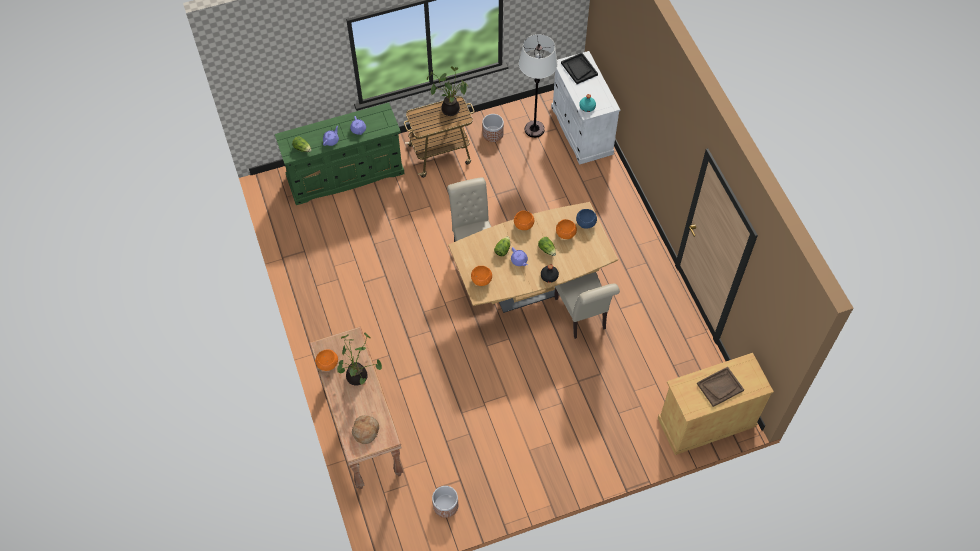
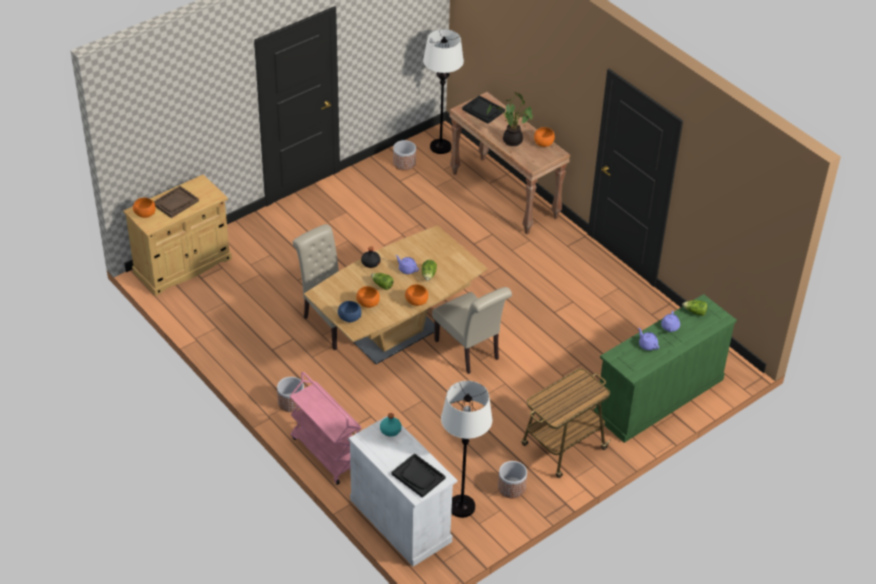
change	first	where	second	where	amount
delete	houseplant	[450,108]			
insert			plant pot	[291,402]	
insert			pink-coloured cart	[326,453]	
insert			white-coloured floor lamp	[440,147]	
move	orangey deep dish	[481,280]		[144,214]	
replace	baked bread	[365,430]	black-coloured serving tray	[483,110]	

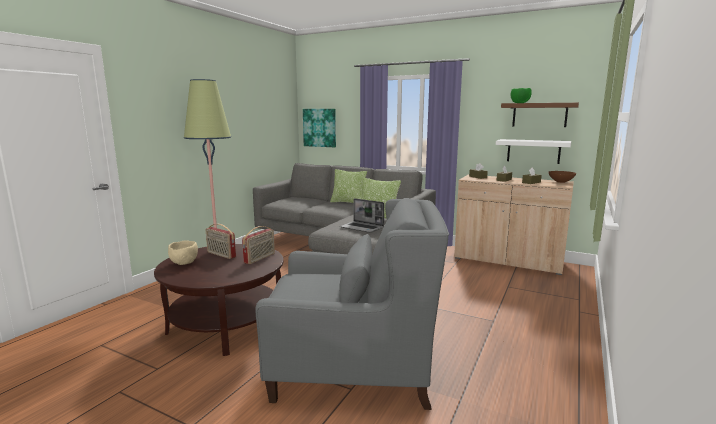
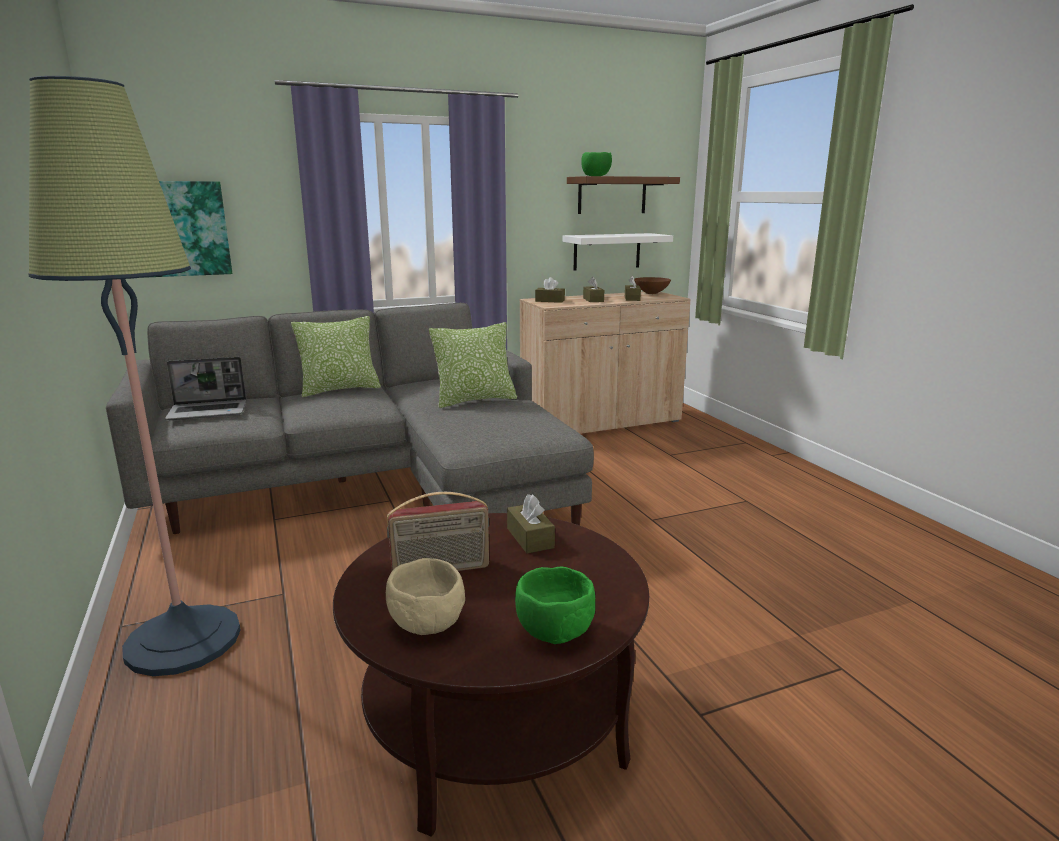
change	first	where	second	where	amount
delete	greyish lounge chair	[353,366]			
insert			green-coloured deep dish	[554,634]	
move	laptop	[362,228]		[209,411]	
replace	radio	[260,258]	brownish tissue holder	[530,538]	

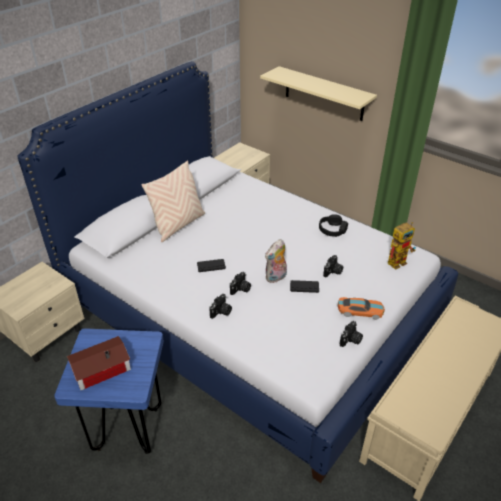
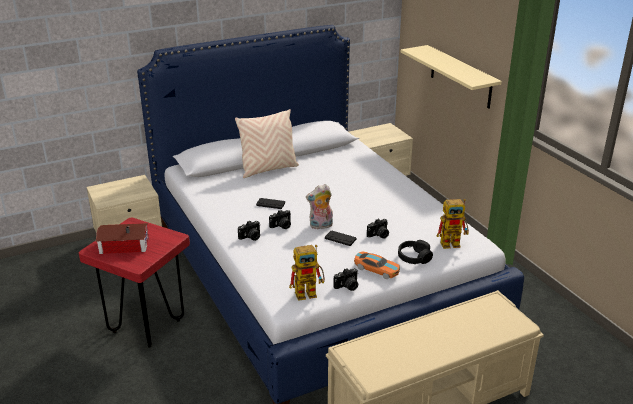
change	first	where	second	where	amount
insert			model robot	[310,292]	
move	black-coloured pair of headphones	[332,230]		[414,257]	
recolor	bluish stool	[128,429]	red-coloured stool	[146,326]	

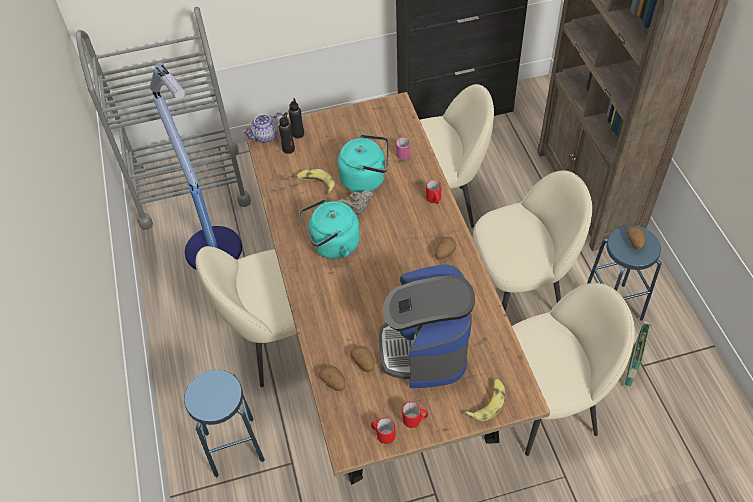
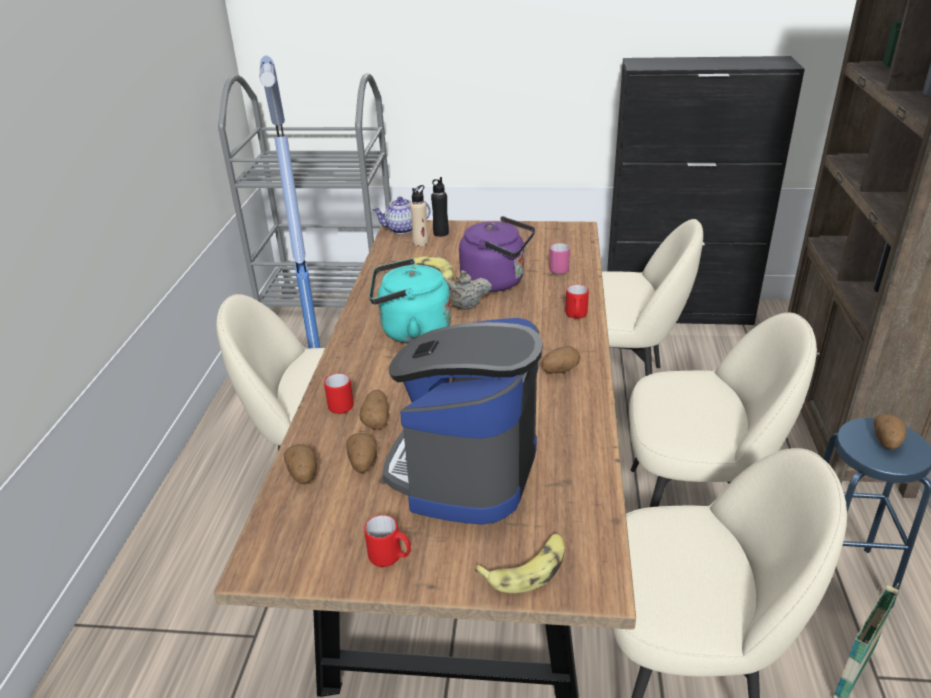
change	first	where	second	where	amount
delete	bluish stool	[234,446]			
insert			potato	[376,420]	
move	red-coloured coffee mug	[383,434]		[338,405]	
recolor	black-coloured bottle	[288,149]	sand-coloured bottle	[420,242]	
recolor	blue-green tea kettle	[366,178]	purple tea kettle	[497,281]	

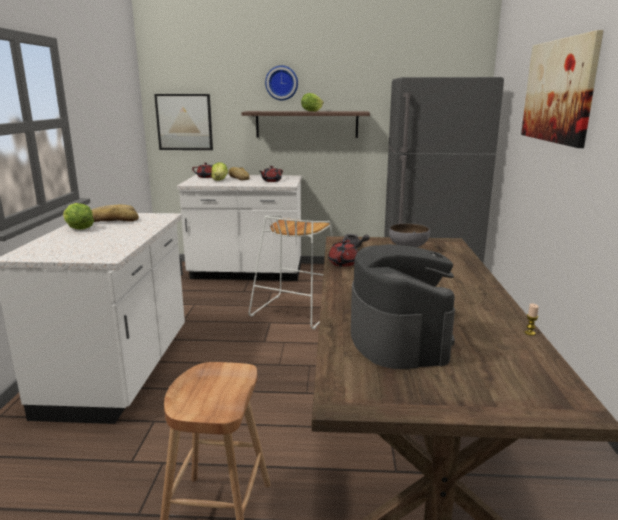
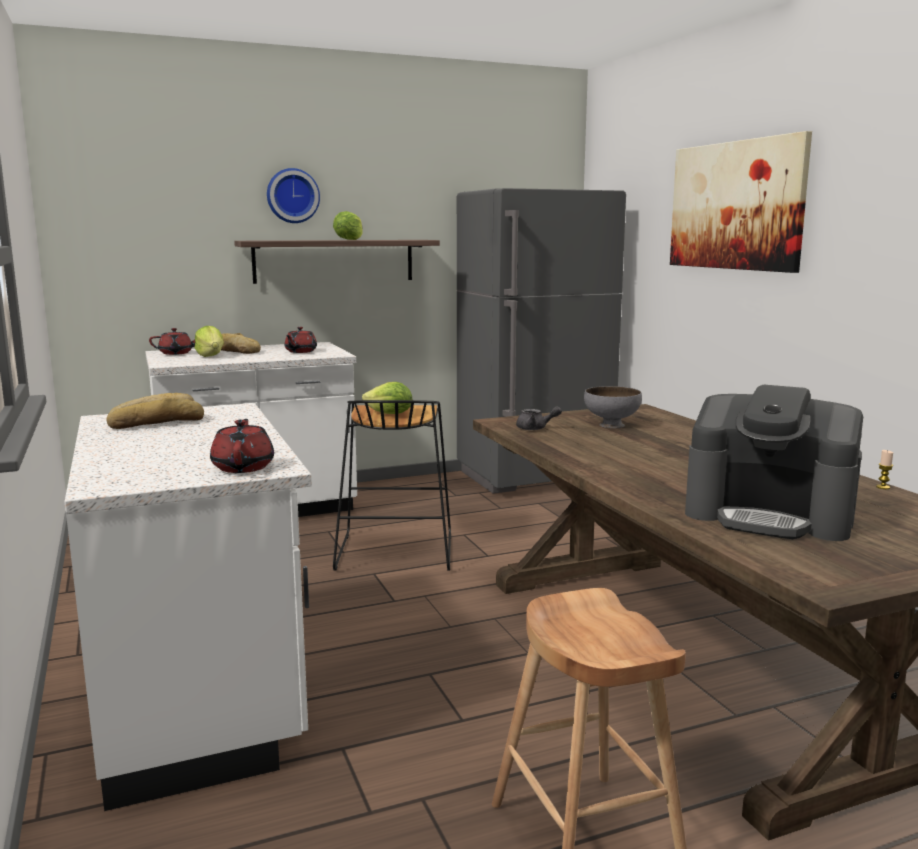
change	first	where	second	where	amount
delete	wall art	[184,122]			
move	lettuce	[78,229]		[390,414]	
move	red-coloured pot for tea	[343,263]		[243,467]	
recolor	white-coloured stool	[294,310]	black-coloured stool	[394,551]	
rotate	coffee brewer	[398,338]		[769,515]	150 degrees clockwise

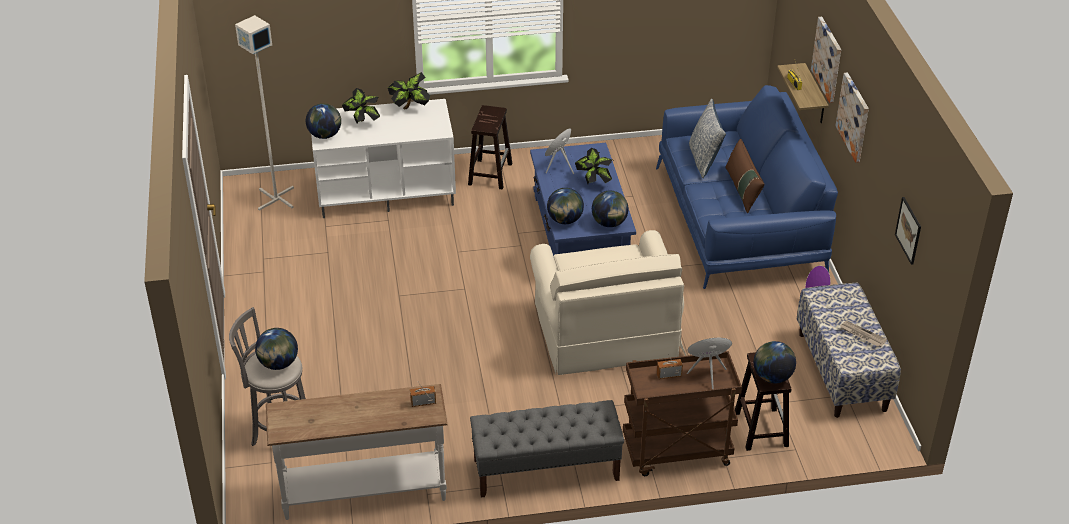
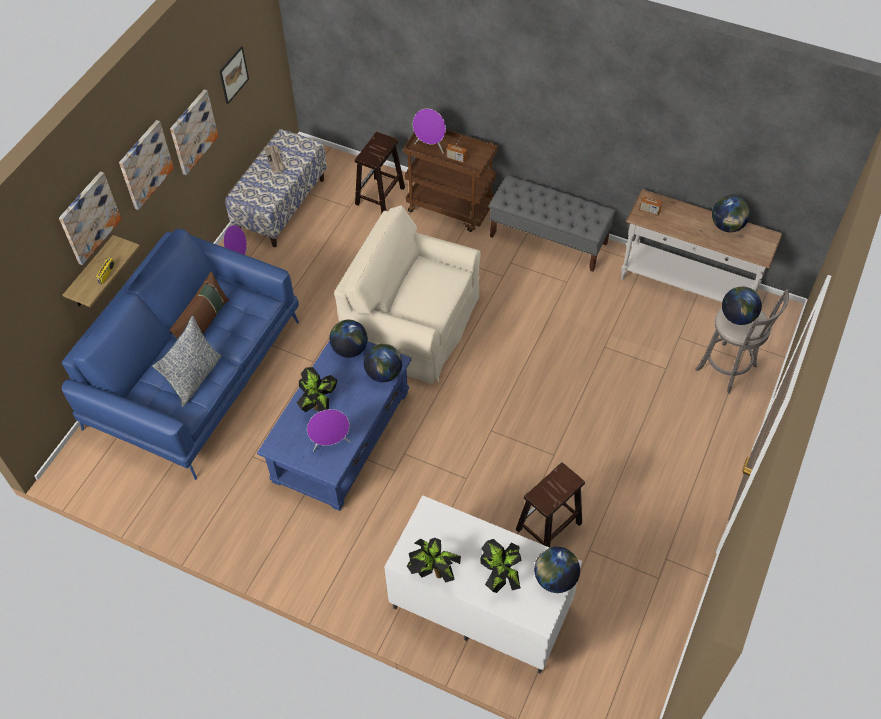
change	first	where	second	where	amount
delete	greyish floor lamp	[275,198]			
insert			wall art	[192,131]	
move	brownish stool	[490,173]		[548,527]	
move	world globe	[772,377]		[727,226]	
rotate	sand-coloured lounge chair	[606,331]		[411,324]	90 degrees counterclockwise

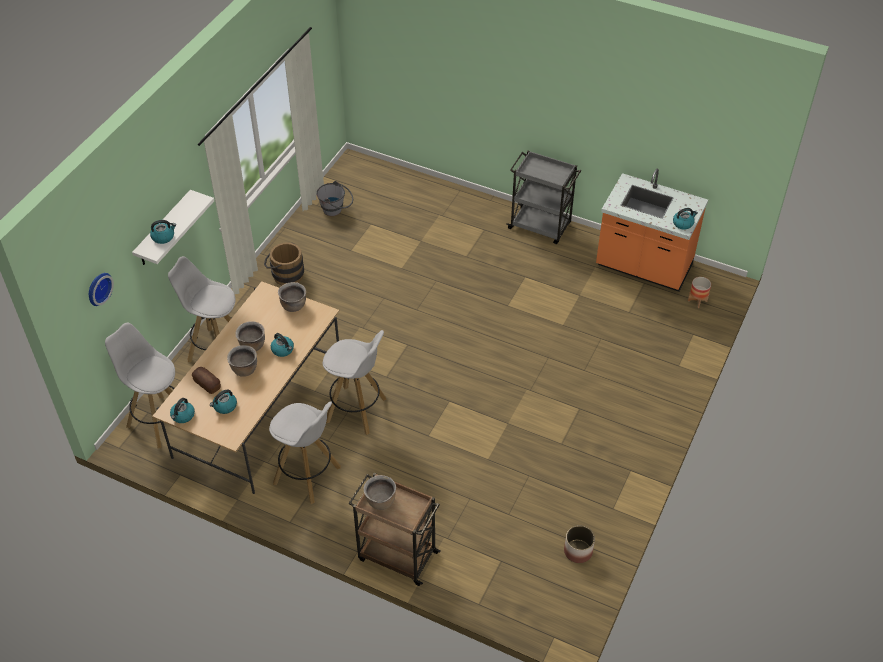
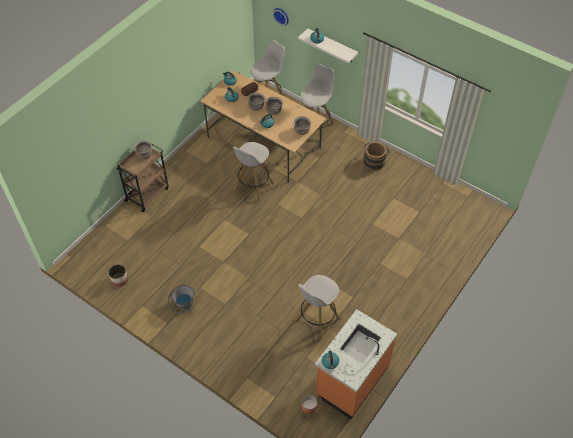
change	first	where	second	where	amount
delete	greyish cart	[540,226]			
move	white-coloured stool	[308,476]		[316,320]	
move	greyish pail	[336,210]		[183,306]	

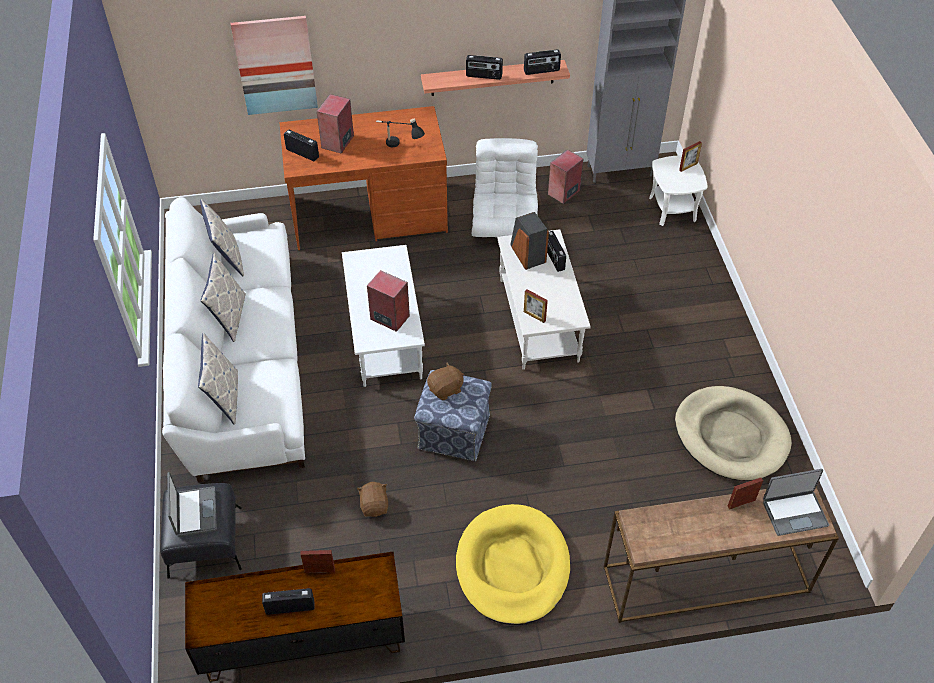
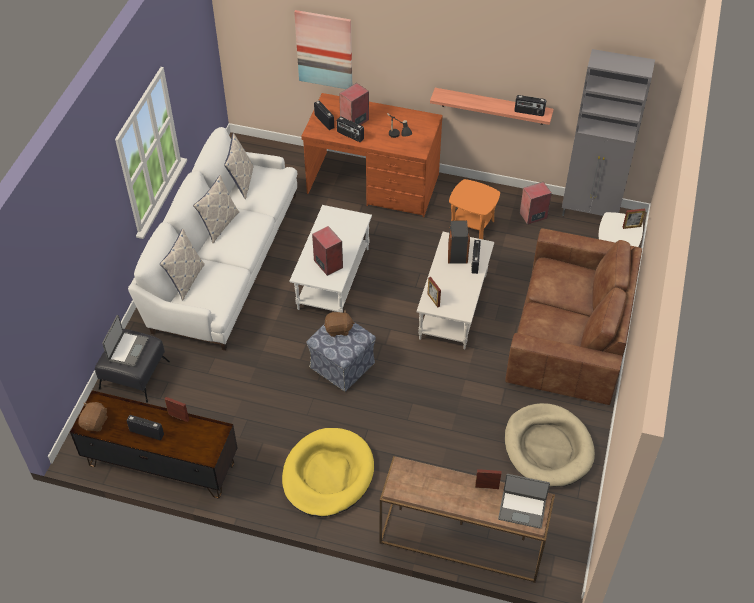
change	first	where	second	where	amount
insert			brownish couch	[570,334]	
move	brownish plush toy	[374,506]		[95,422]	
move	radio	[484,76]		[350,136]	
replace	white-coloured lounge chair	[505,223]	orangey accent table	[472,224]	

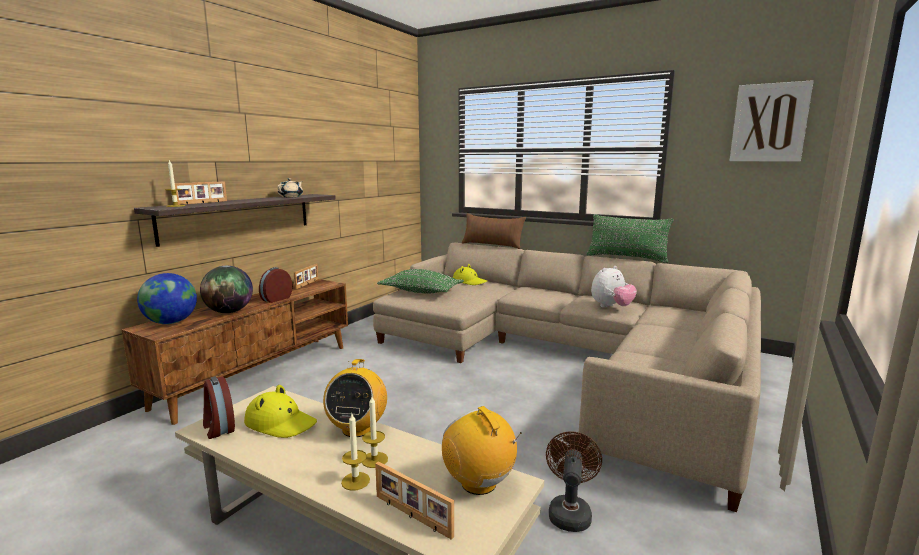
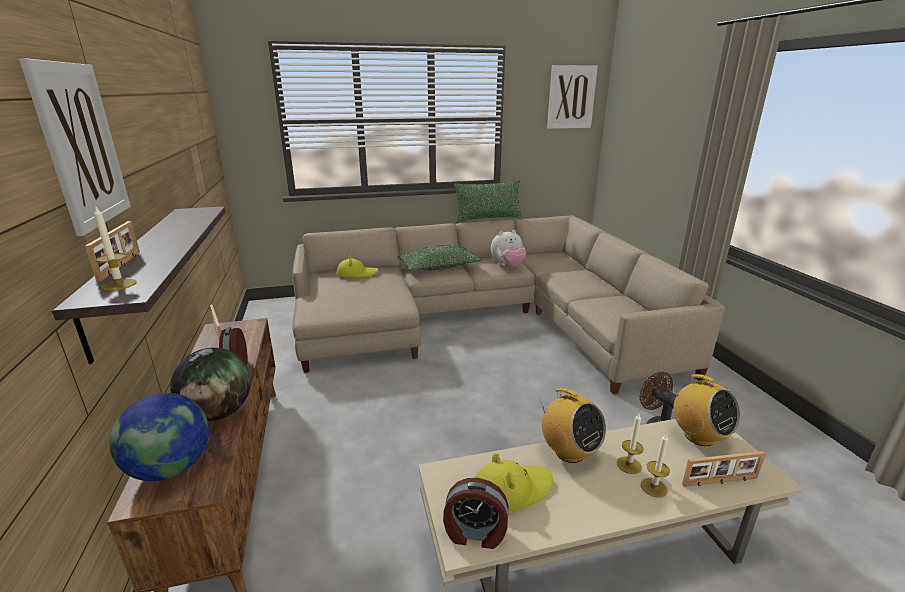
change	first	where	second	where	amount
delete	sand-coloured pot for tea	[291,197]			
delete	brownish cushion	[492,245]			
insert			wall art	[81,146]	
move	green-coloured cushion	[421,291]		[439,267]	
rotate	radio	[479,483]		[698,436]	135 degrees counterclockwise
rotate	plush toy	[611,307]		[508,265]	60 degrees clockwise

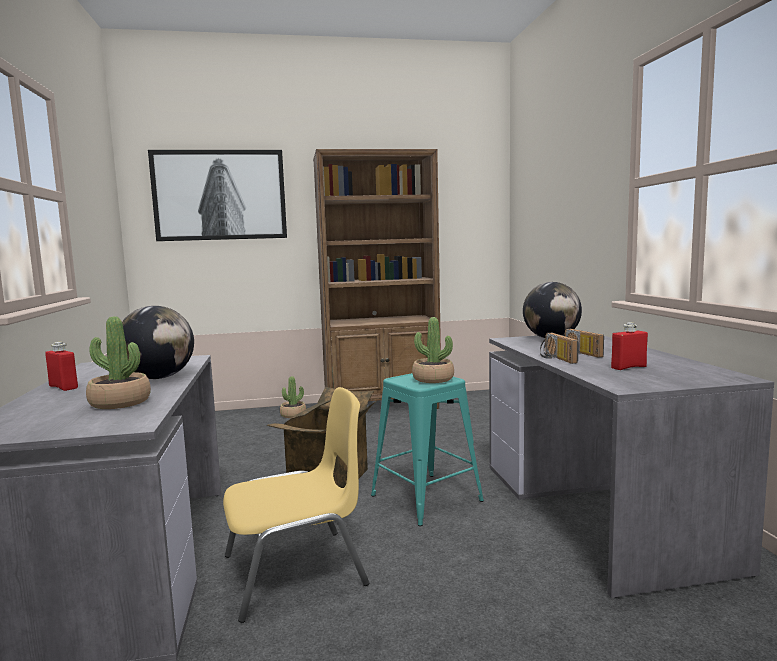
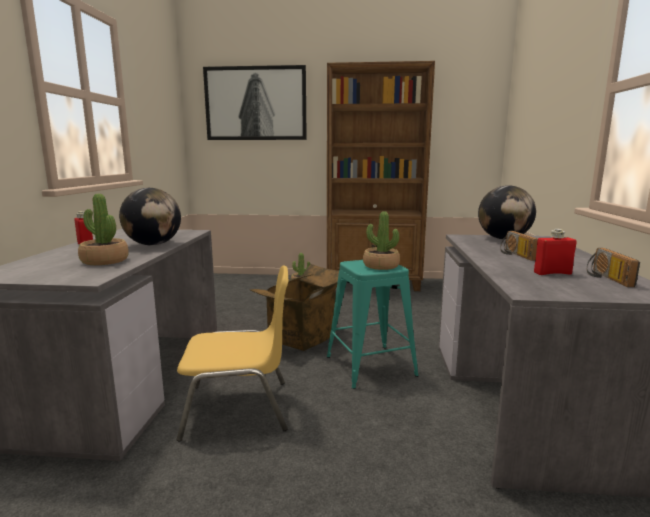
change	first	where	second	where	amount
move	radio	[555,358]		[605,278]	

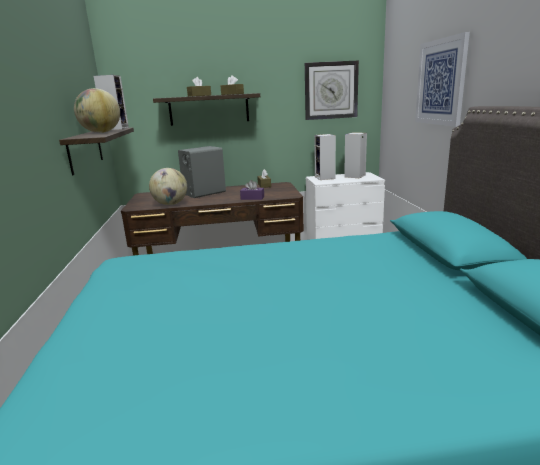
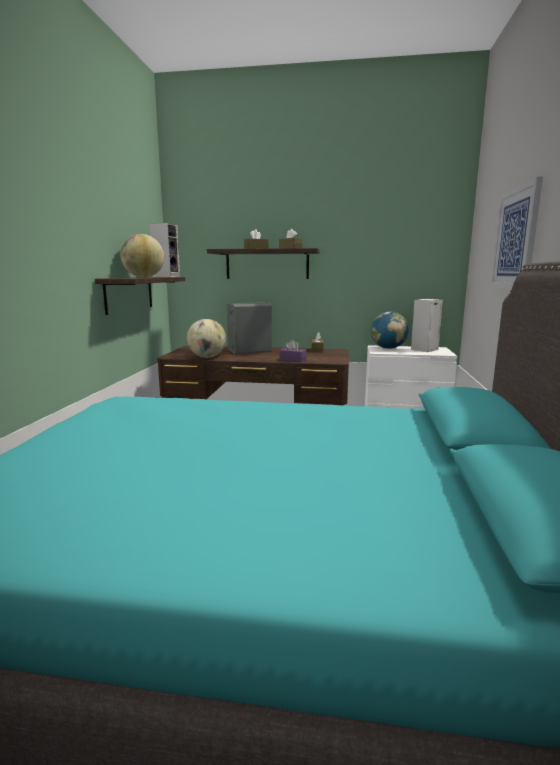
change	first	where	second	where	amount
delete	hanging clock	[331,90]			
replace	audio speaker	[325,178]	world globe	[388,348]	

